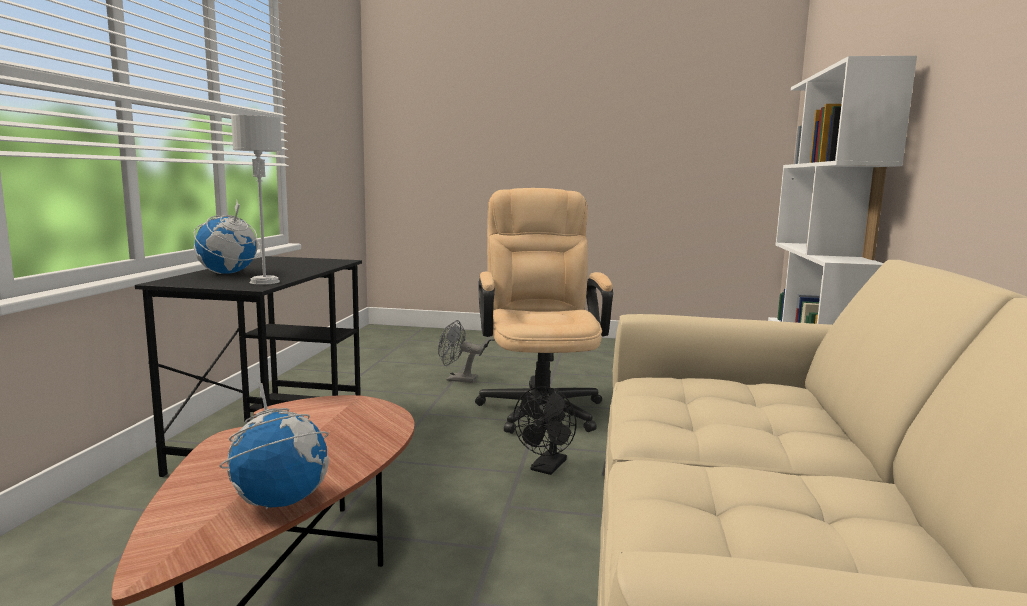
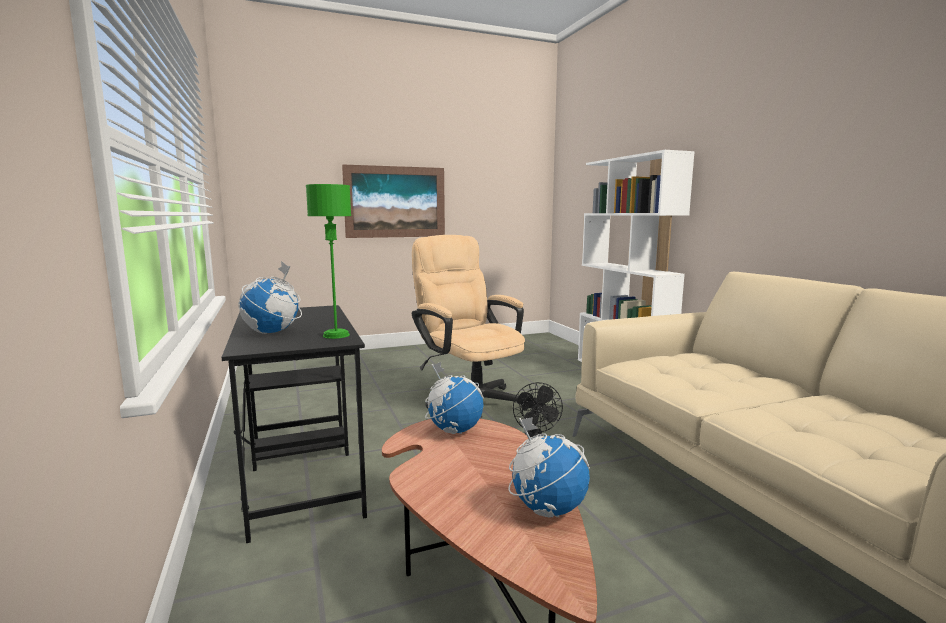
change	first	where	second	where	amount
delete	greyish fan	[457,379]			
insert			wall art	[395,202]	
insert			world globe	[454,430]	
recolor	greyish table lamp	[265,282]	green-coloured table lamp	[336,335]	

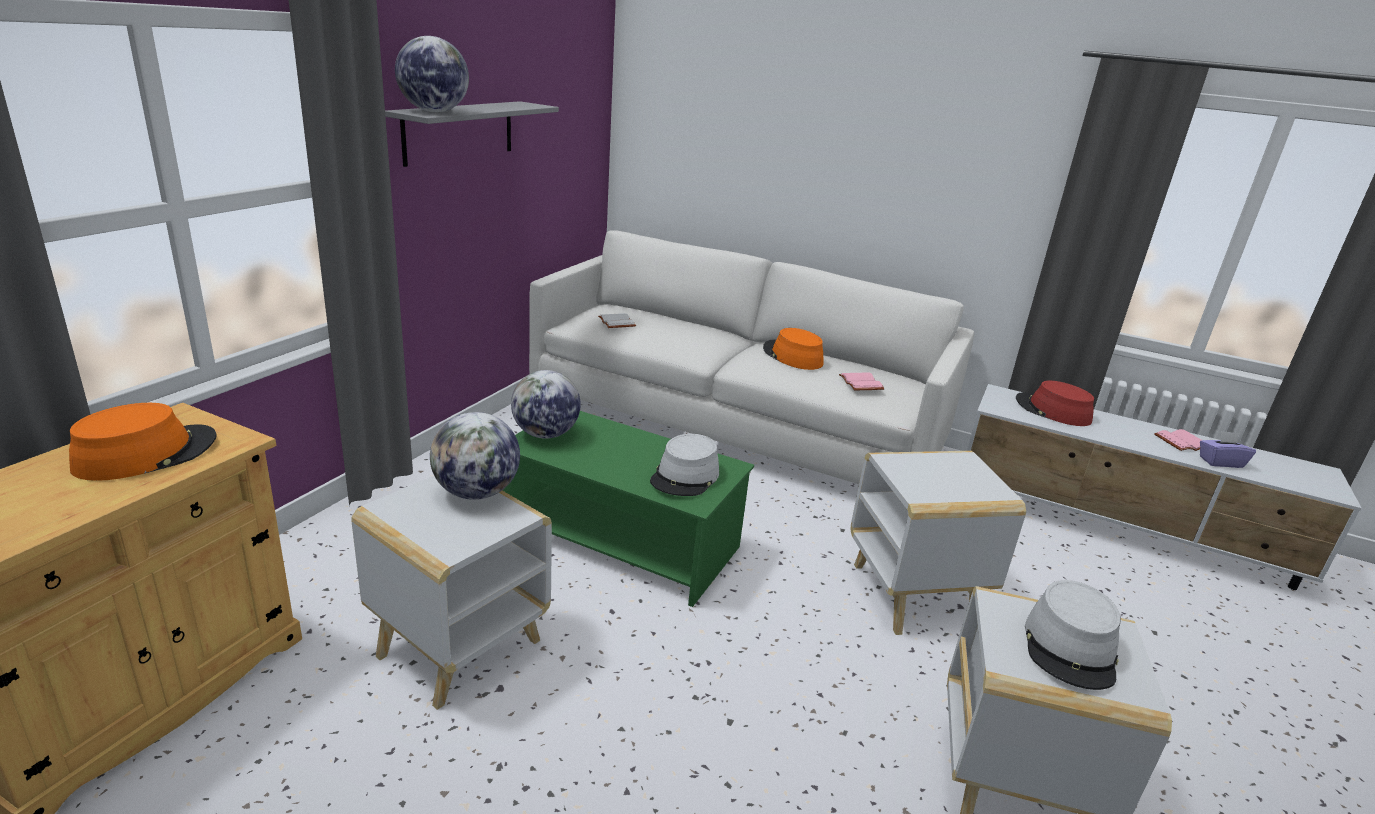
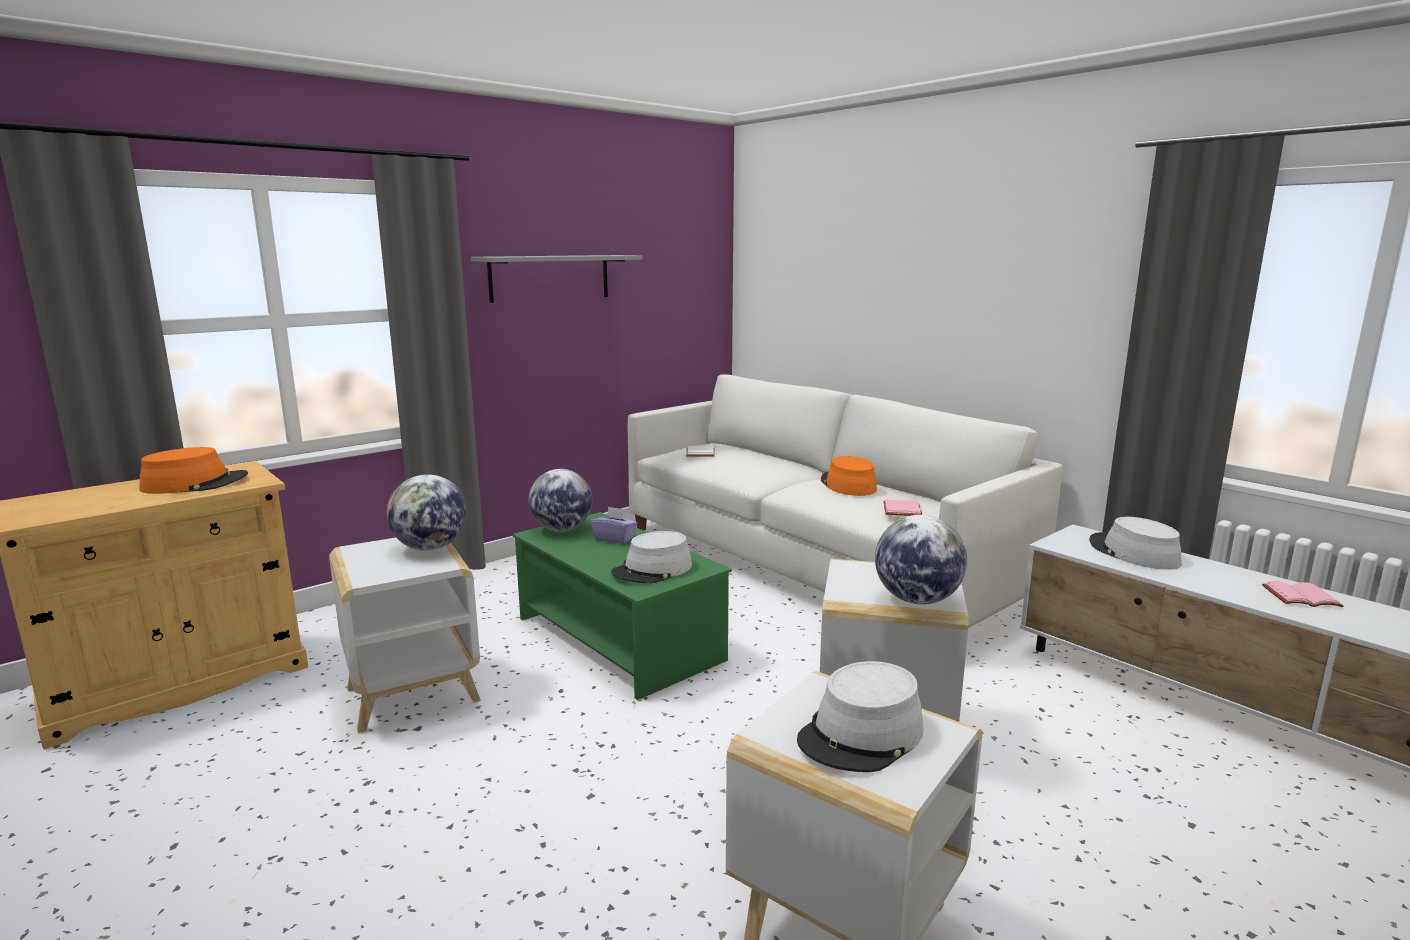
change	first	where	second	where	amount
move	world globe	[434,111]		[917,600]	
move	purple tissue holder	[1220,462]		[614,539]	
recolor	red-coloured clothing hat	[1052,411]	greyish clothing hat	[1133,553]	

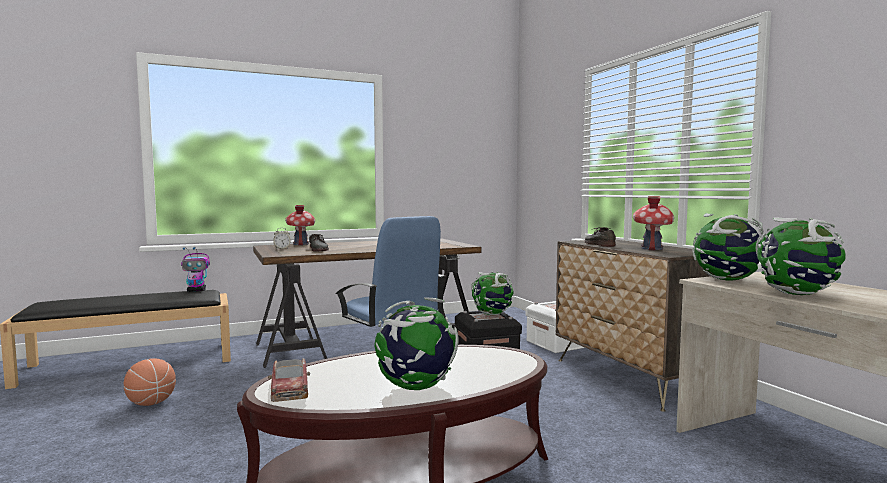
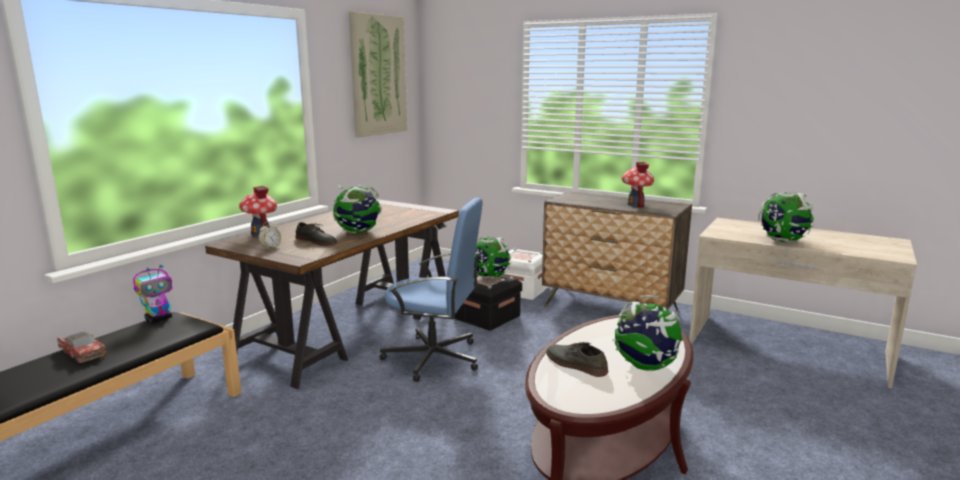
change	first	where	second	where	amount
delete	basketball	[151,403]			
insert			wall art	[378,75]	
move	toy car	[289,388]		[82,353]	
move	greyish item of footwear	[598,244]		[575,364]	
move	world globe	[727,280]		[358,232]	

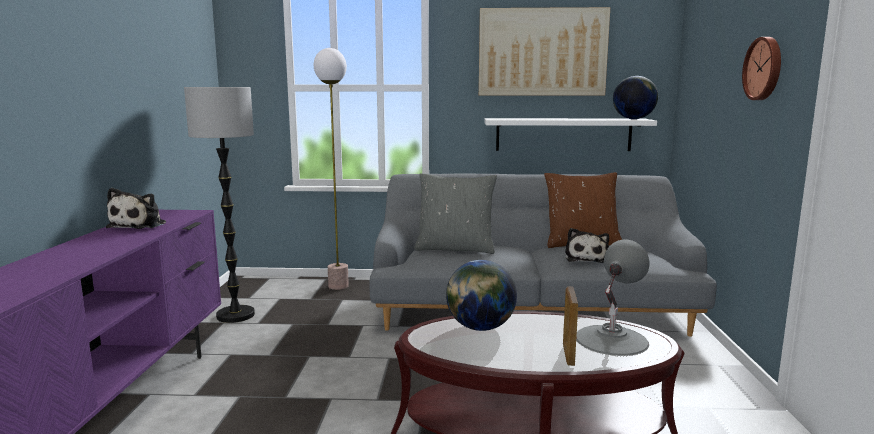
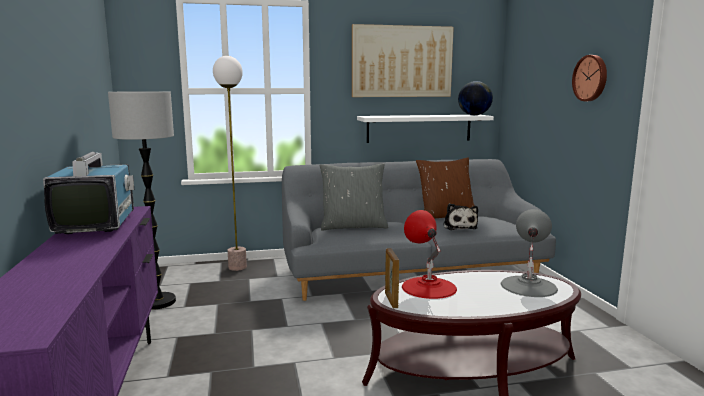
change	first	where	second	where	amount
move	photo frame	[568,355]		[391,300]	
replace	plush toy	[140,225]	TV	[97,224]	
replace	world globe	[480,328]	red-coloured table lamp	[428,287]	

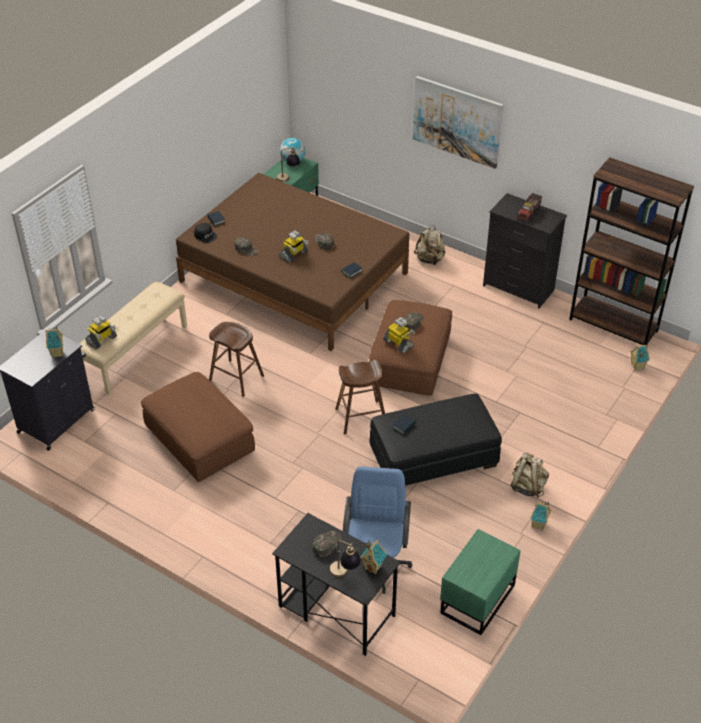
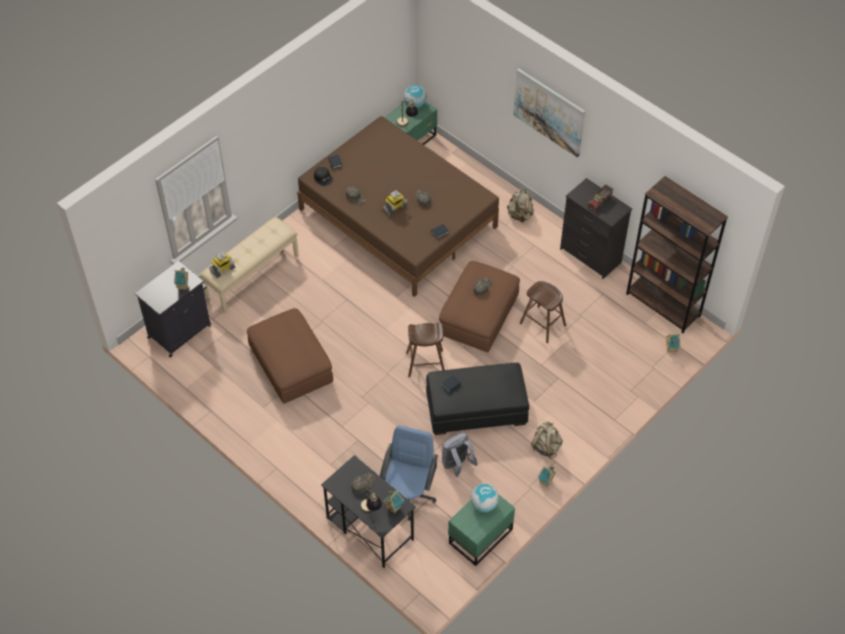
change	first	where	second	where	amount
delete	model robot	[399,343]			
insert			greyish backpack	[457,465]	
insert			world globe	[484,504]	
move	brownish stool	[236,378]		[542,324]	

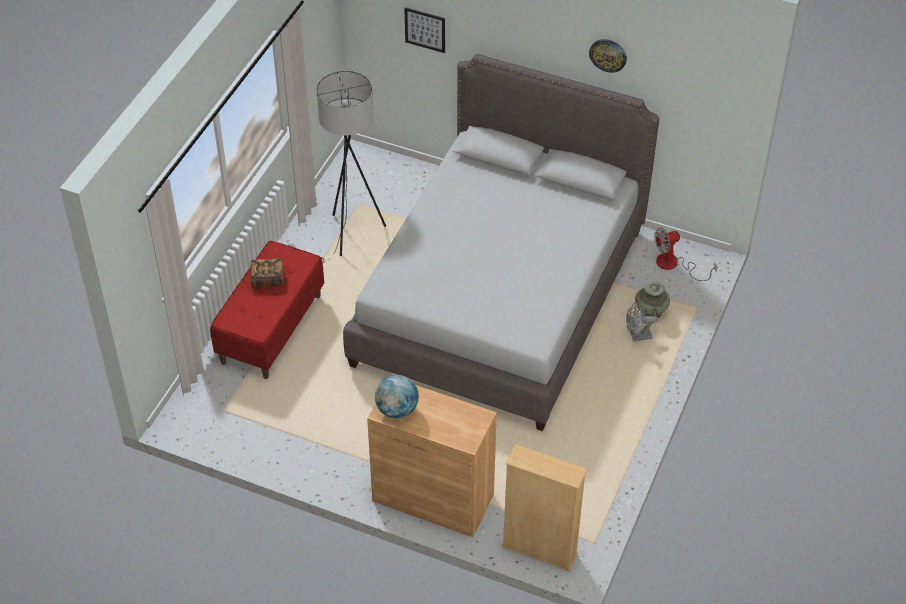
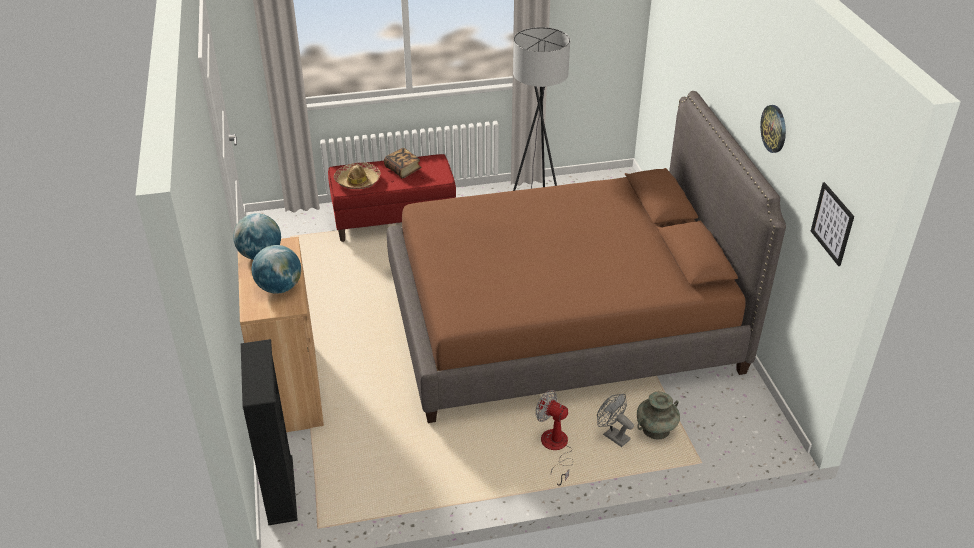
change	first	where	second	where	amount
insert			world globe	[279,288]	
insert			clothing hat	[358,181]	
move	wall art	[425,29]		[832,223]	
move	fan	[674,265]		[555,449]	
recolor	greyish bed	[500,296]	brownish bed	[562,322]	
recolor	sand-coloured bookshelf	[539,550]	black-coloured bookshelf	[280,490]	

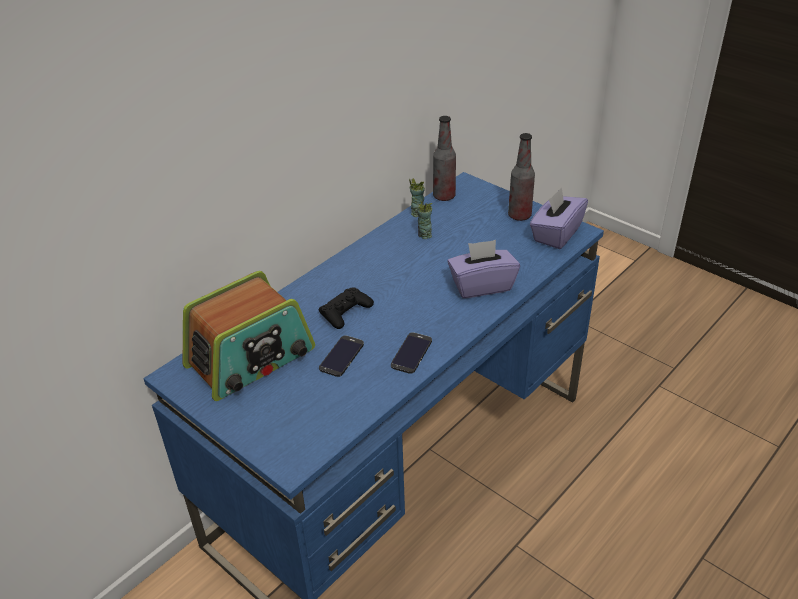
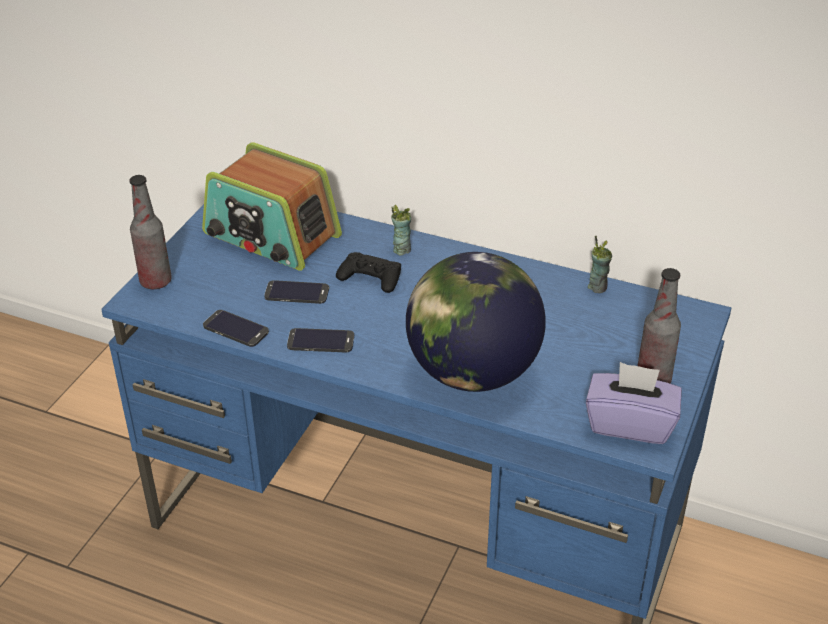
change	first	where	second	where	amount
insert			phone	[235,329]	
move	drinking cup	[424,235]		[401,249]	
move	bottle	[444,196]		[156,282]	
replace	purple tissue holder	[481,285]	world globe	[472,372]	

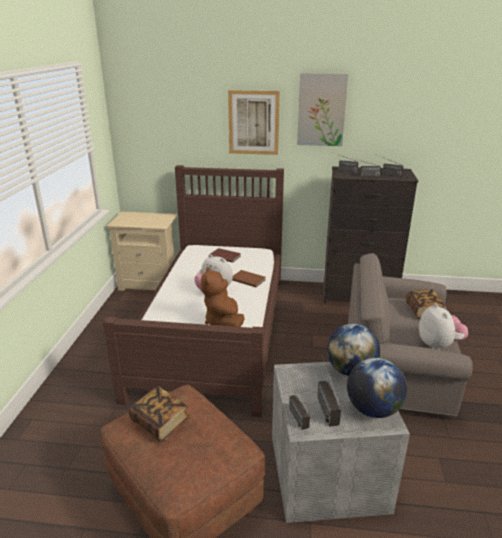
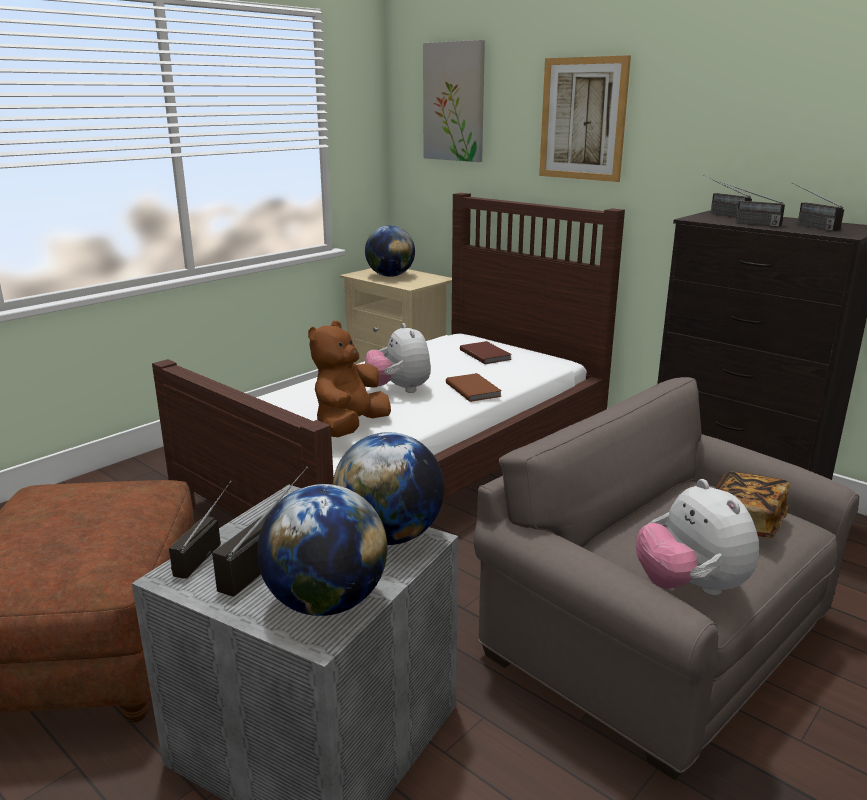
change	first	where	second	where	amount
delete	volume	[160,422]			
insert			world globe	[390,276]	
move	wall art	[321,110]		[454,102]	
rotate	plush toy	[439,345]		[690,587]	135 degrees clockwise

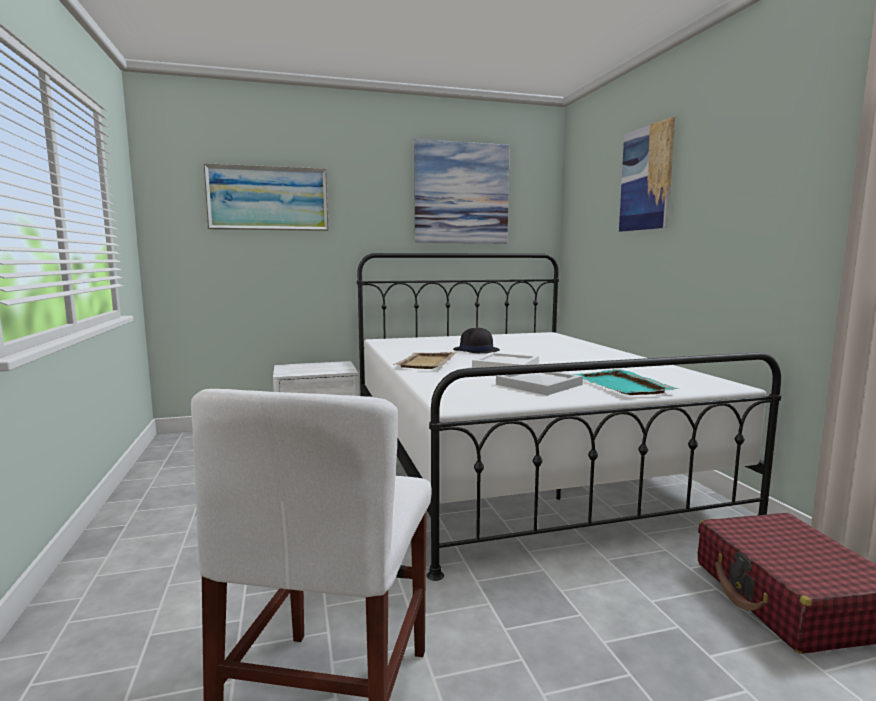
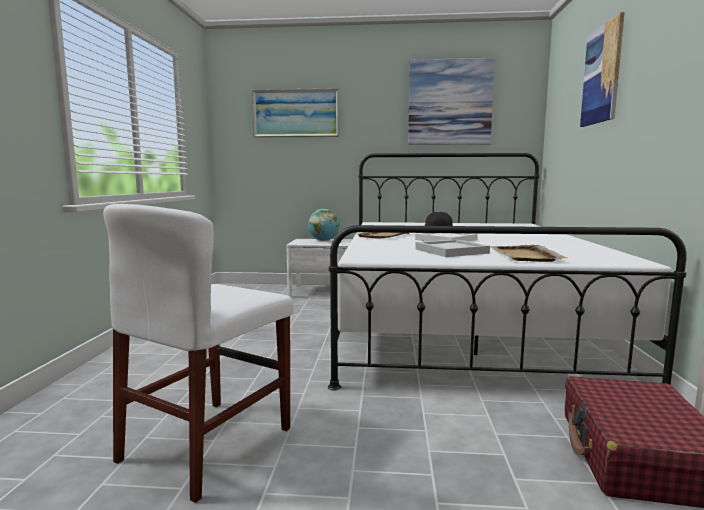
change	first	where	second	where	amount
insert			world globe	[324,240]	
recolor	blue-green serving tray	[622,386]	sand-coloured serving tray	[525,256]	

